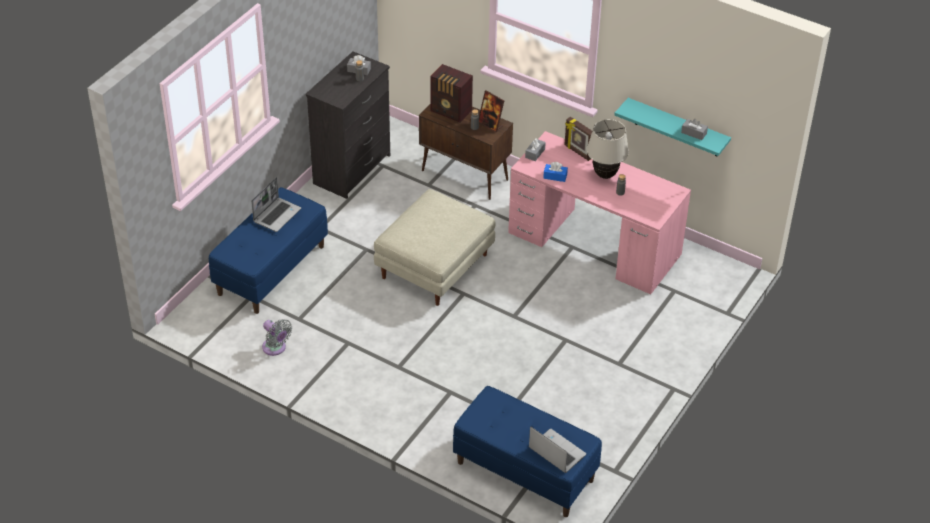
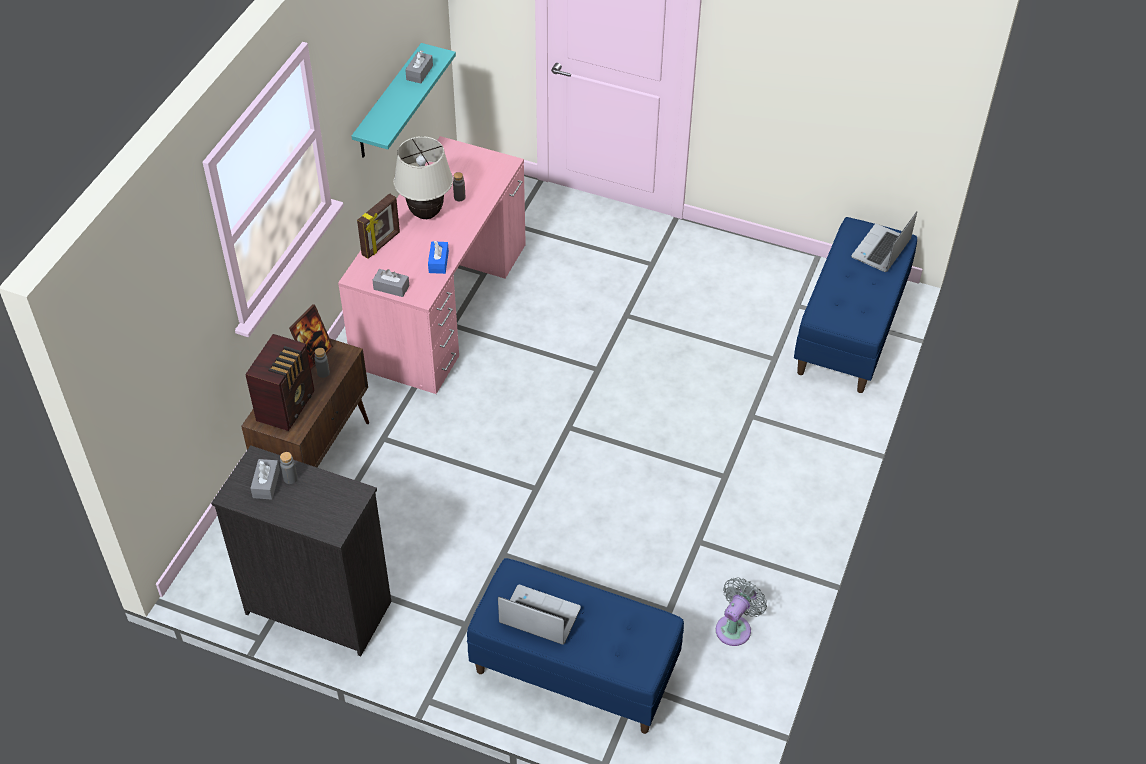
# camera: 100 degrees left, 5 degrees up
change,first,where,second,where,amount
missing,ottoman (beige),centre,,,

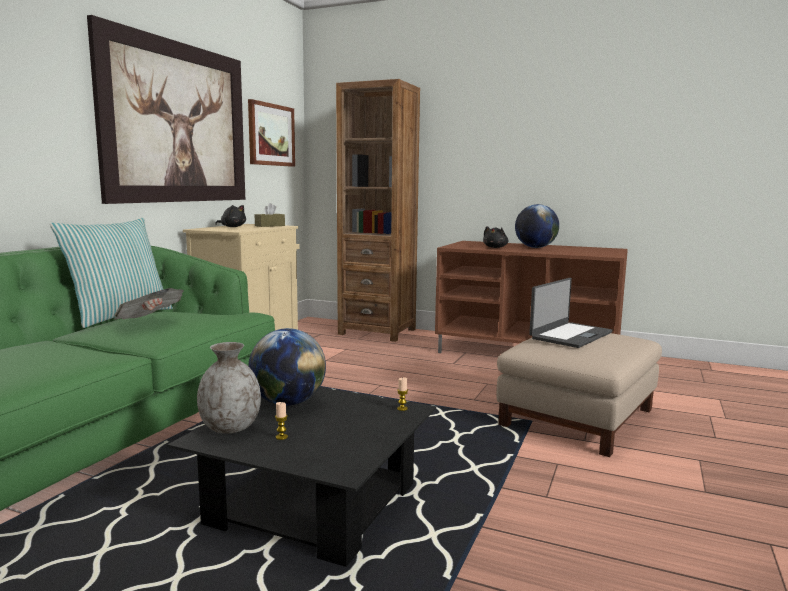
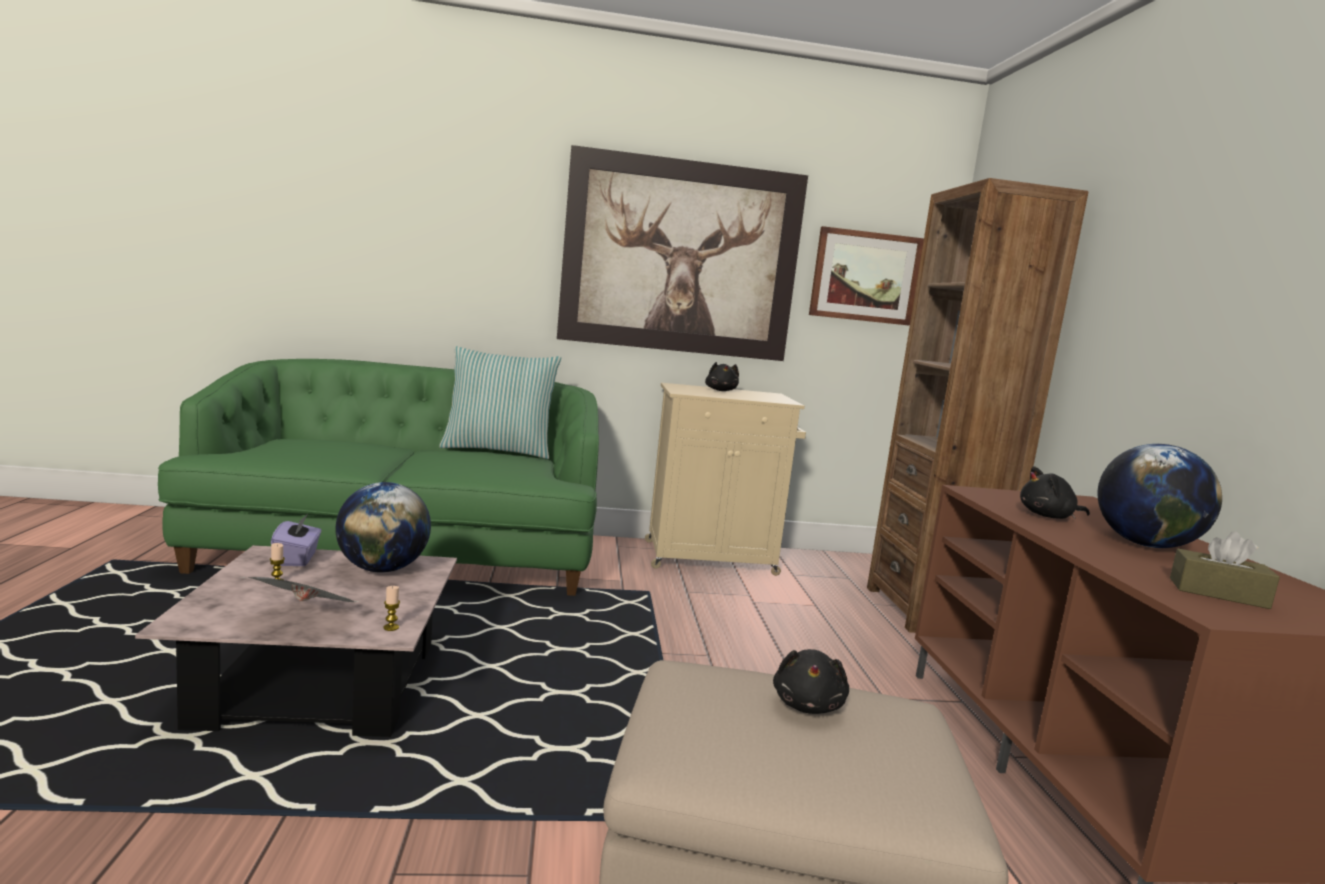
# camera: 60 degrees right, 0 degrees up
change,first,where,second,where,amount
colour,coffee table (black),bottom centre,coffee table (pink),bottom left,
relocated,newspaper,middle left,,bottom left,
exchanged,vase (grey),middle left,tissue box (purple),middle left,
exchanged,laptop,middle right,plush toy (black) (no. 2 from left),bottom centre,
relocated,tissue box (brown),centre,,middle right,

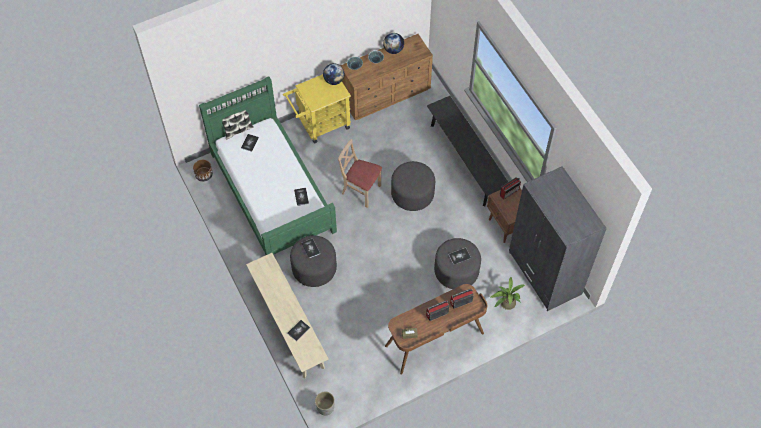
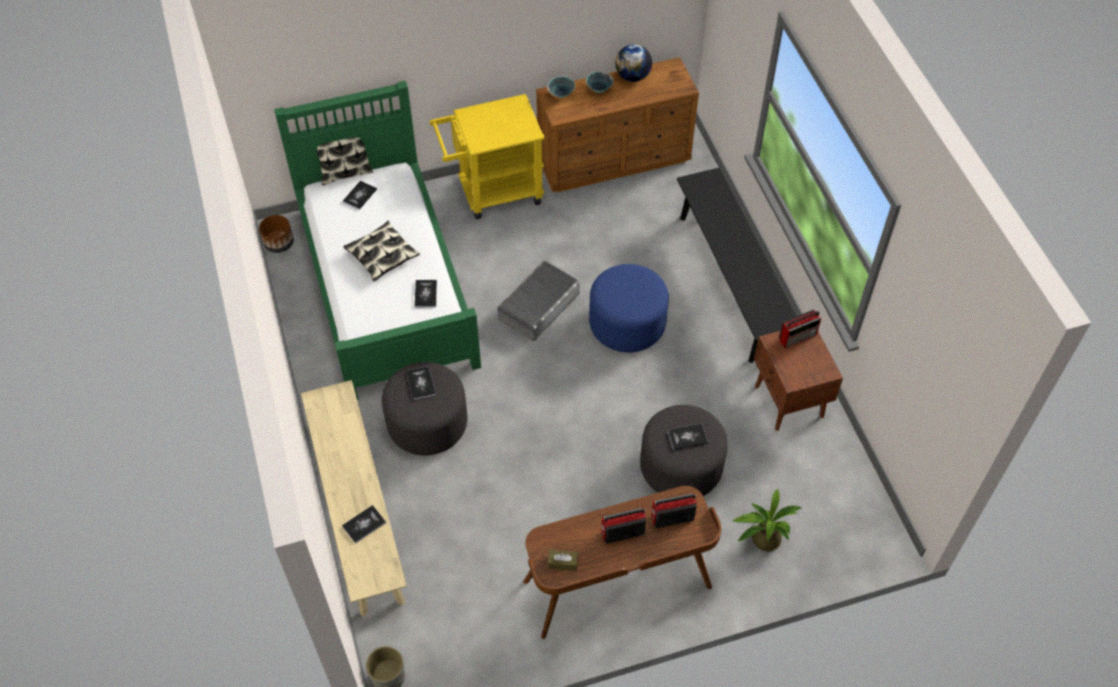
# camera: 10 degrees right, 5 degrees down
change,first,where,second,where,amount
appeared,,,pillow (no. 2 from left),centre,
exchanged,chair (beige),centre,storage box (grey),centre,
colour,ottoman (grey) (no. 2 from left),centre,ottoman (blue),centre,
missing,globe (no. 1 from left),top centre,,,
missing,wardrobe (grey),middle right,,,

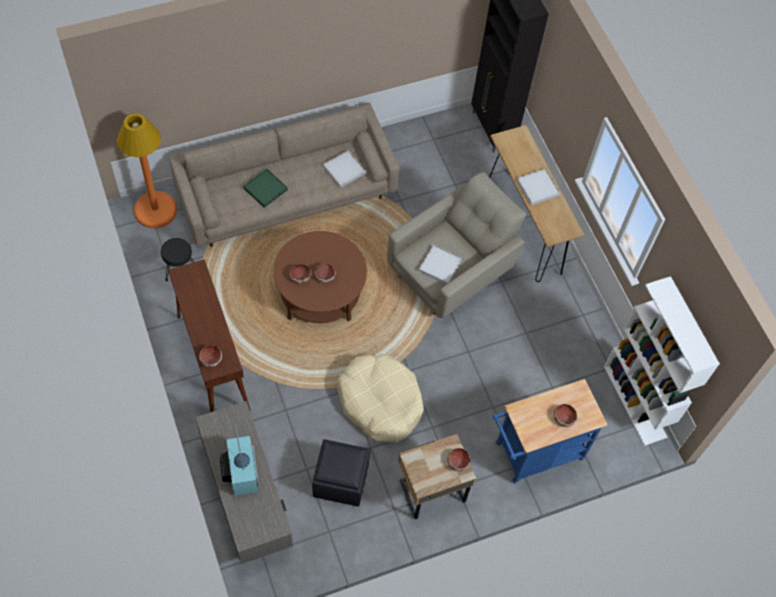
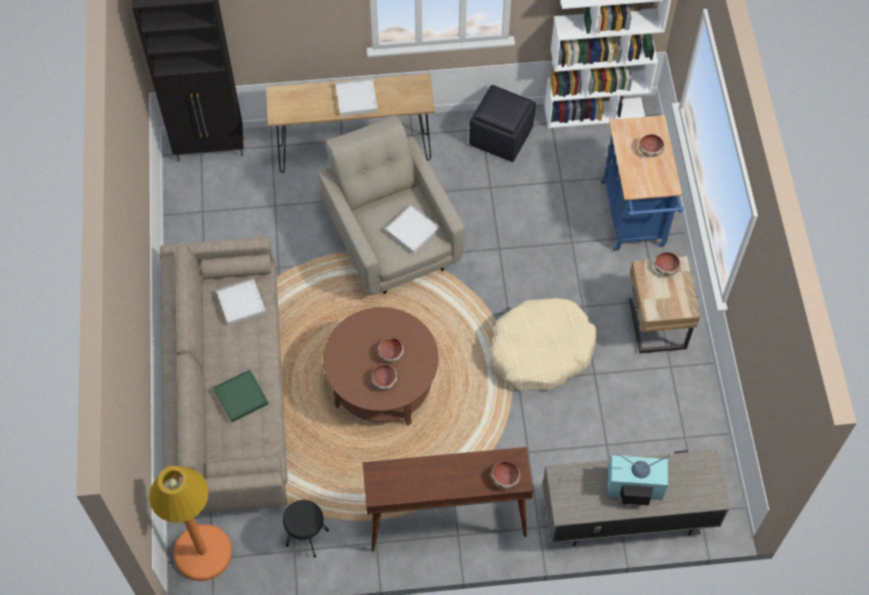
# camera: 70 degrees left, 0 degrees up
change,first,where,second,where,amount
relocated,ottoman (black),bottom centre,,top centre,

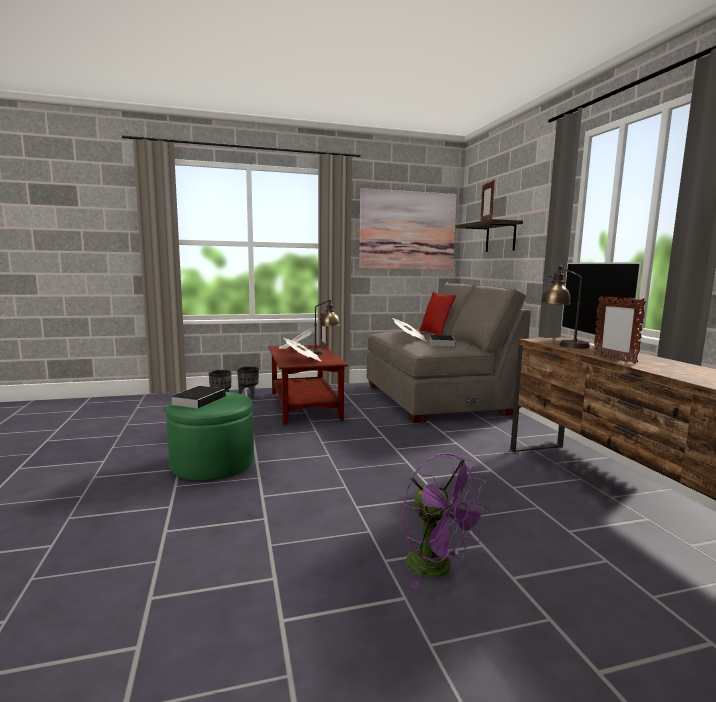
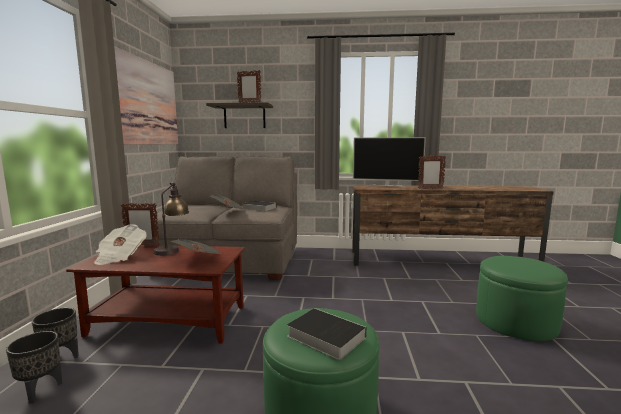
# camera: 70 degrees left, 0 degrees up
change,first,where,second,where,amount
exchanged,fan (purple),bottom centre,ottoman (green) (no. 2 from left),bottom right,
missing,pillow (red),centre,,,
missing,table lamp (no. 2 from left),middle right,,,

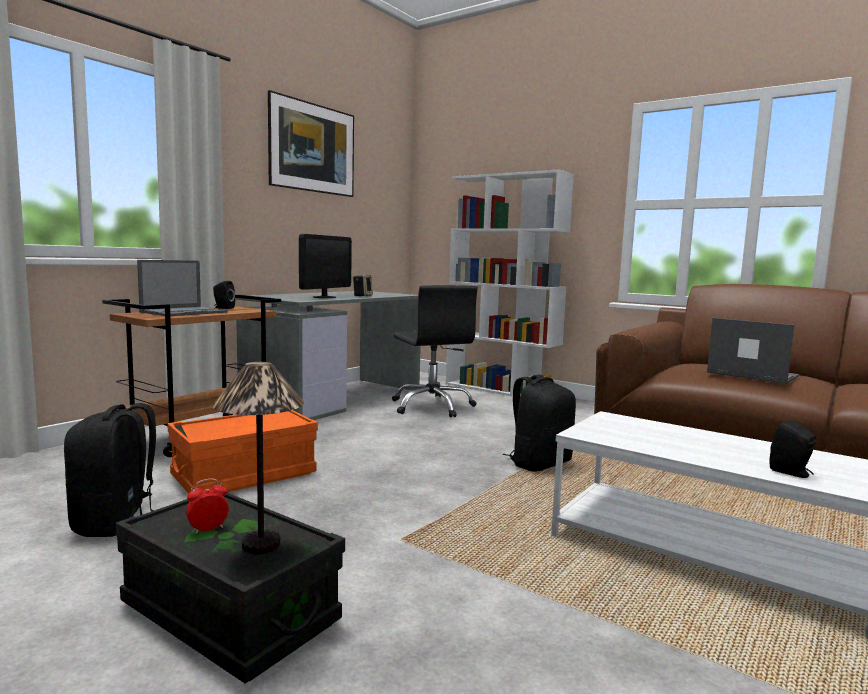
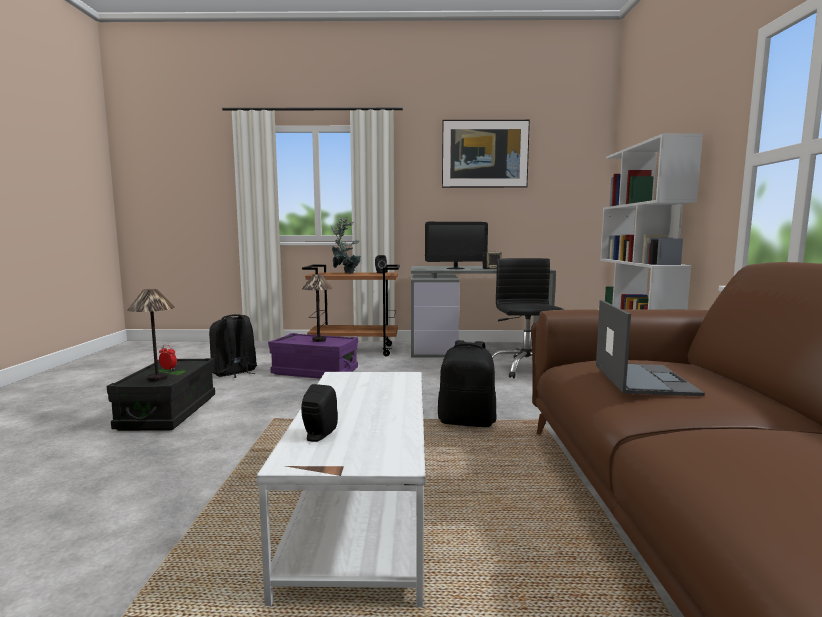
# camera: 55 degrees right, 0 degrees up
change,first,where,second,where,amount
colour,storage box (orange),middle left,storage box (purple),centre,
appeared,,,table lamp (no. 2 from left),centre,
exchanged,laptop (no. 1 from left),middle left,potted plant,centre,
spun,office chair (black),centre,,centre,150 degrees clockwise

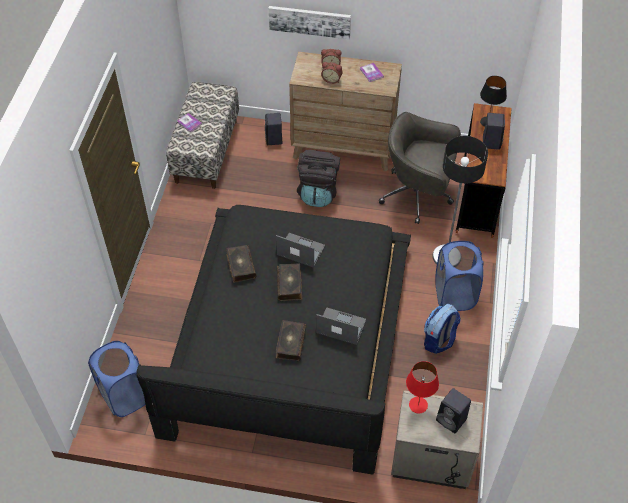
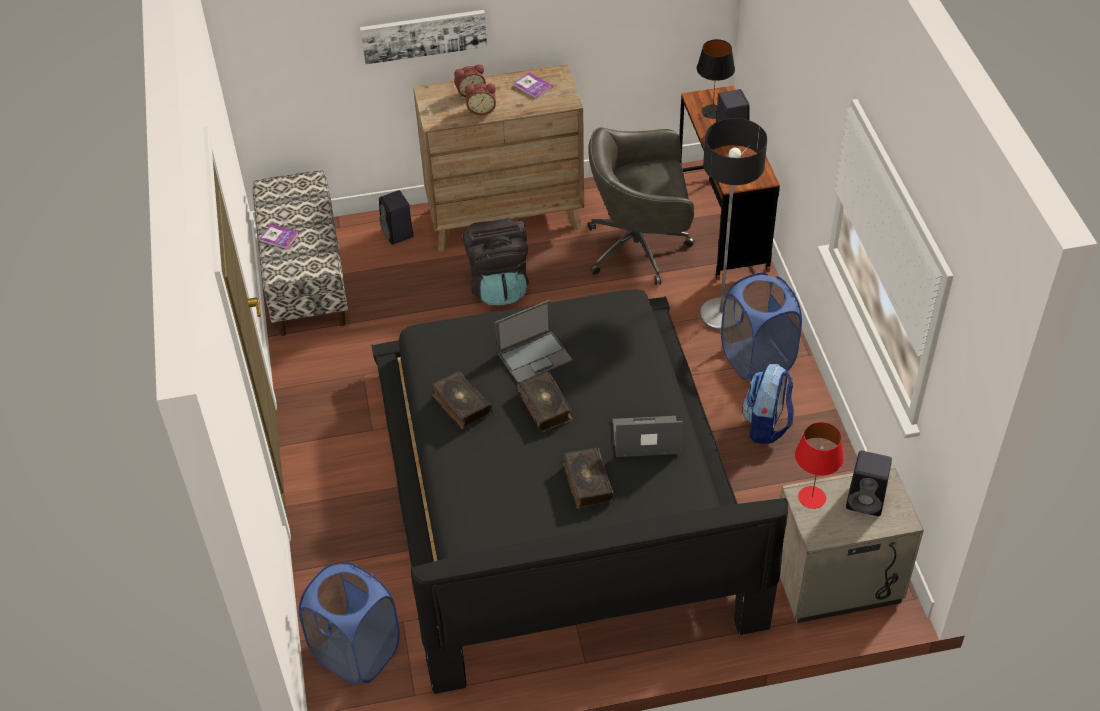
# camera: 20 degrees left, 5 degrees down
change,first,where,second,where,amount
spun,laptop (no. 1 from left),centre,,centre,150 degrees clockwise

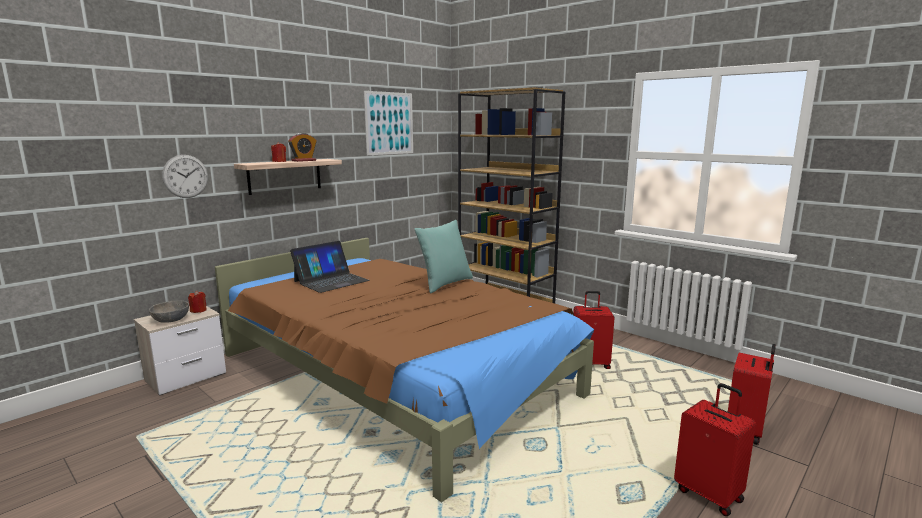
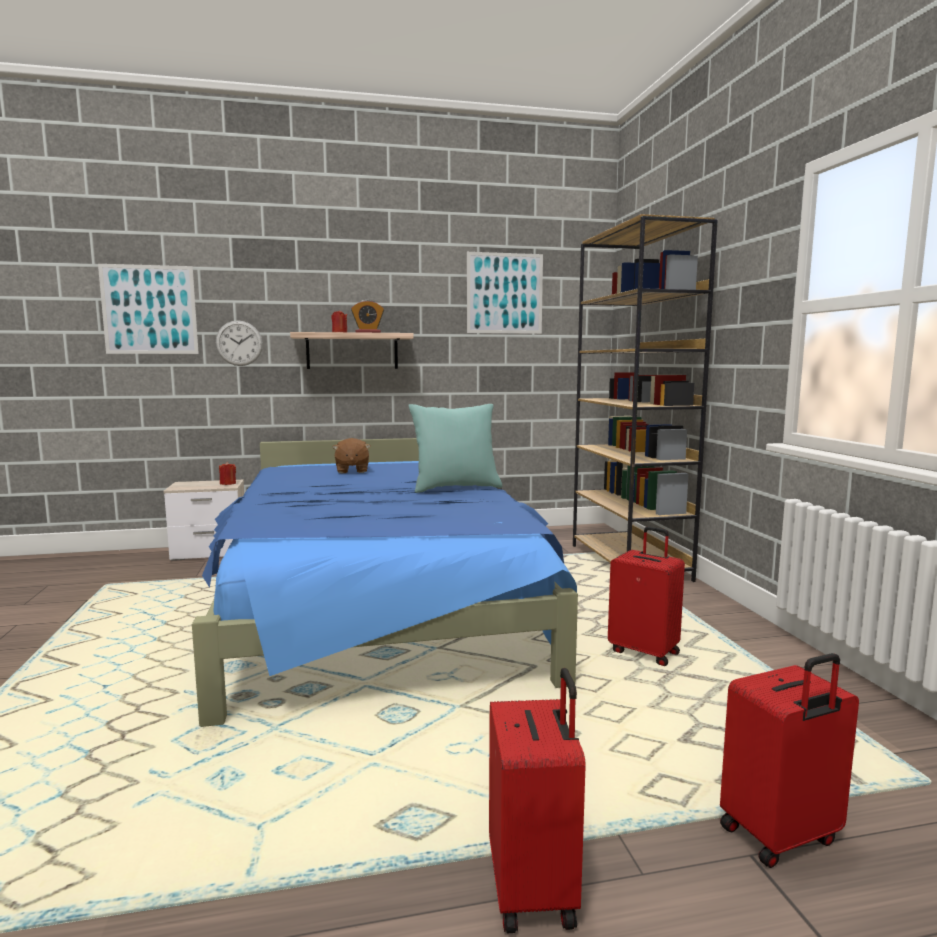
# camera: 35 degrees right, 5 degrees down
change,first,where,second,where,amount
appeared,,,picture (no. 1 from left),top left,
colour,bed (brown),bottom centre,bed (blue),centre,
exchanged,laptop,centre,plush toy (brown),centre,
missing,bowl (grey),middle left,,,

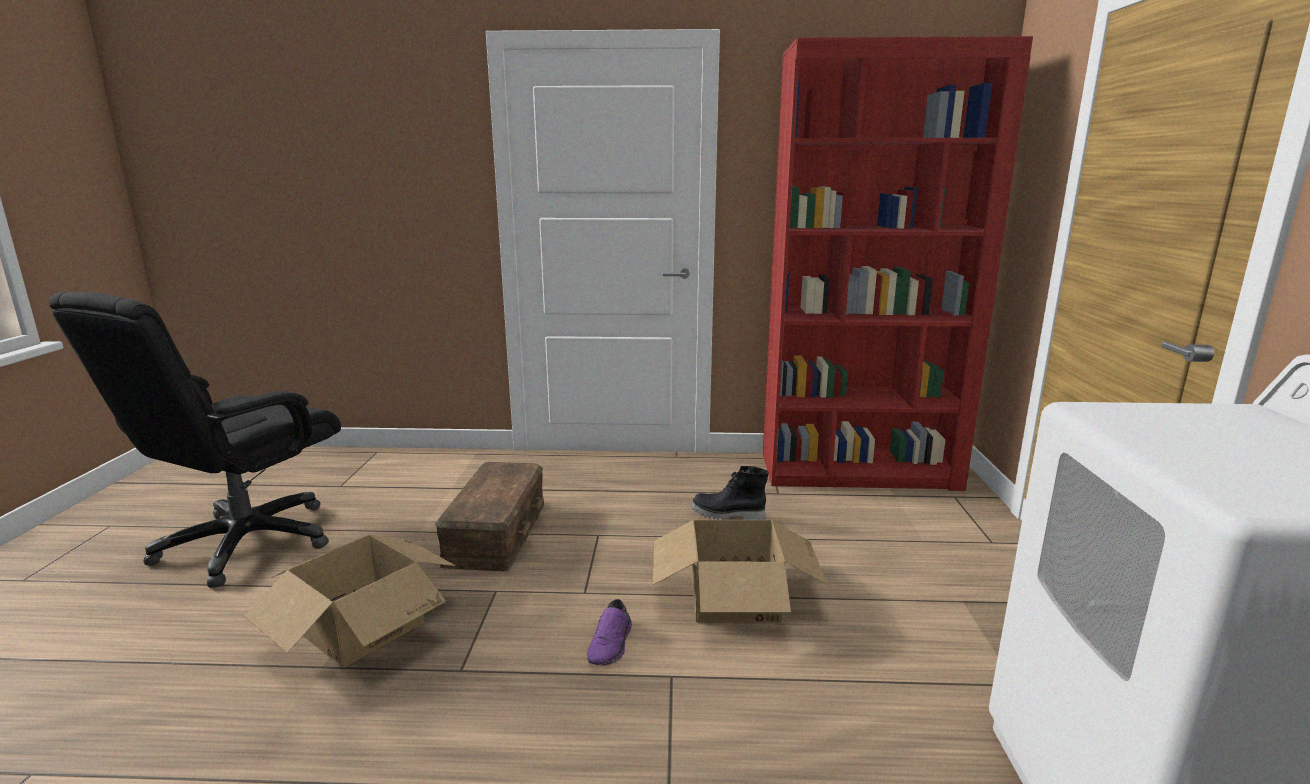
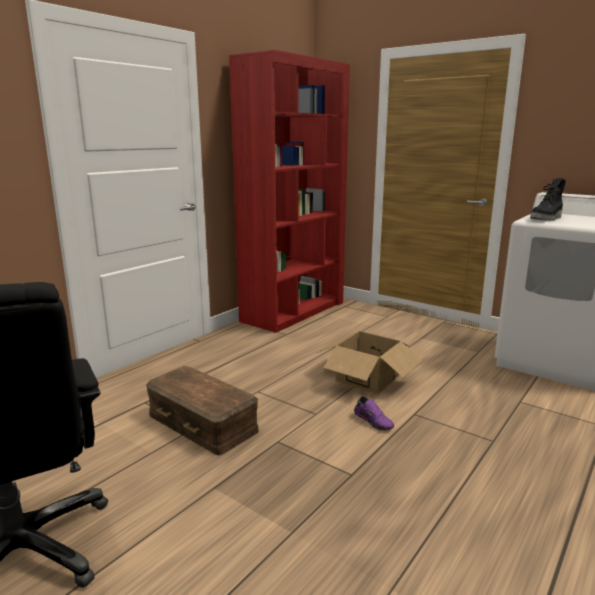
# camera: 55 degrees left, 0 degrees up
change,first,where,second,where,amount
relocated,boot (black),centre,,middle right,
missing,cardboard box (no. 1 from left),bottom left,,,

